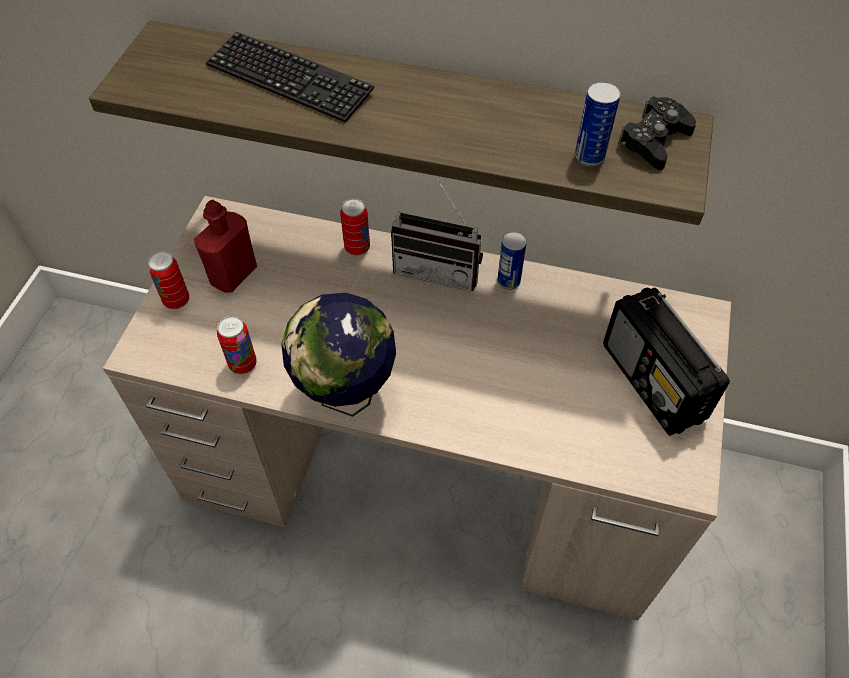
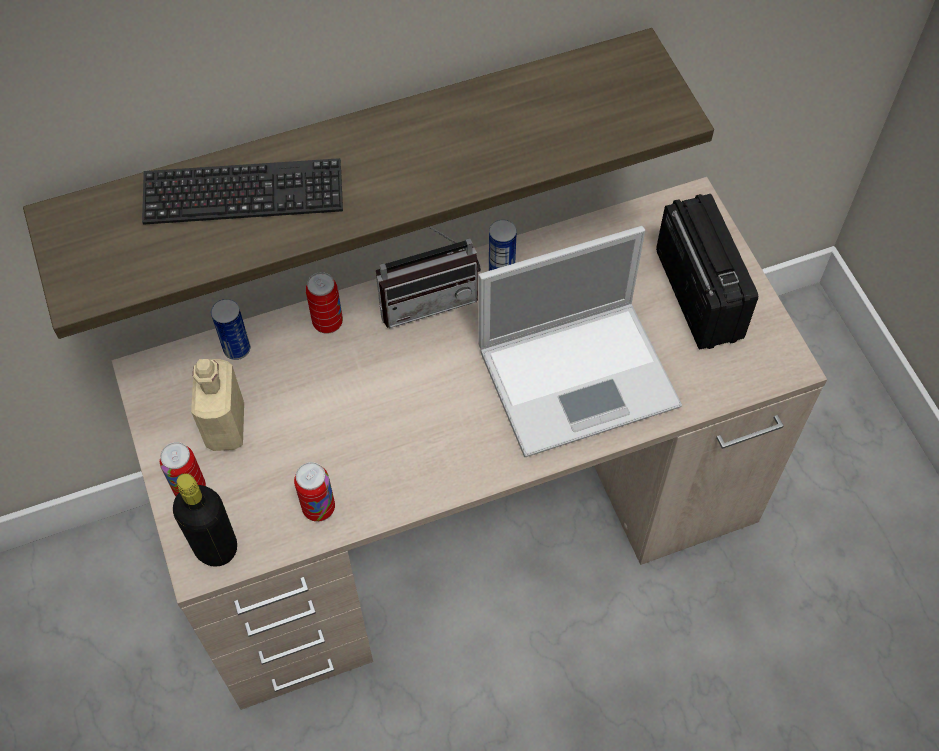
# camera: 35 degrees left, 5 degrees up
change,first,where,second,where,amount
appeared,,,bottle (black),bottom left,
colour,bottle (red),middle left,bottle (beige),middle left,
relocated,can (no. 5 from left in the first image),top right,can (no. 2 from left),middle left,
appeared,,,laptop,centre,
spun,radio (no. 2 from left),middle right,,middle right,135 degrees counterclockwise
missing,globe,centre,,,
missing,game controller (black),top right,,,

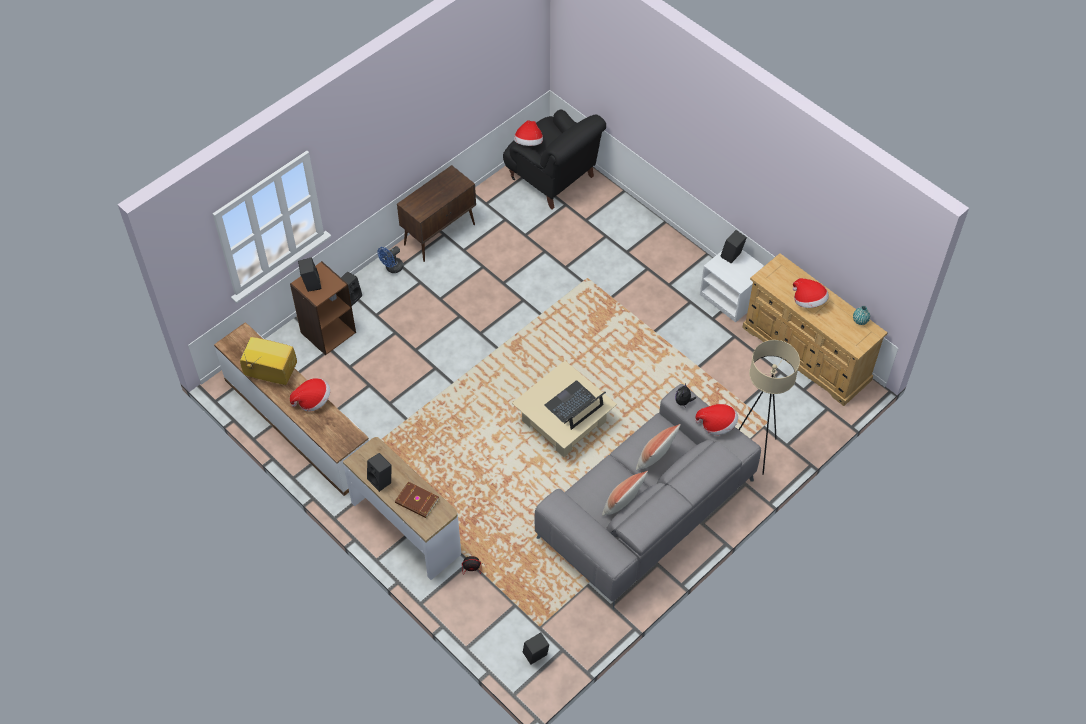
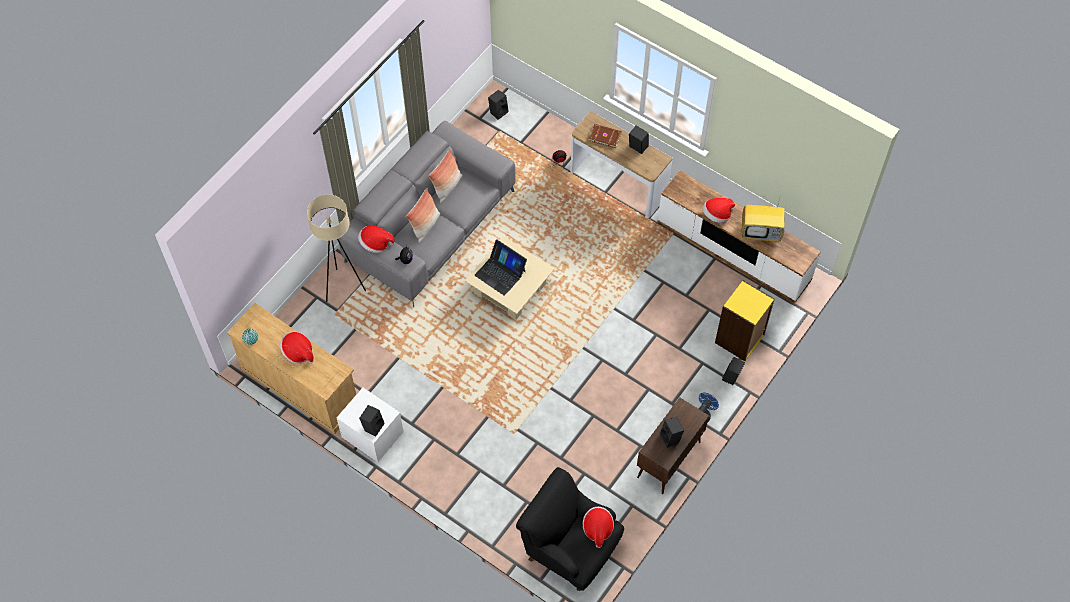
# camera: 170 degrees right, 5 degrees up
change,first,where,second,where,amount
spun,laptop,centre,,centre,90 degrees clockwise
relocated,speaker (black) (no. 1 from left in the first image),middle left,speaker (black) (no. 4 from left),bottom centre,
colour,bookcase (brown),middle left,bookcase (yellow),middle right,

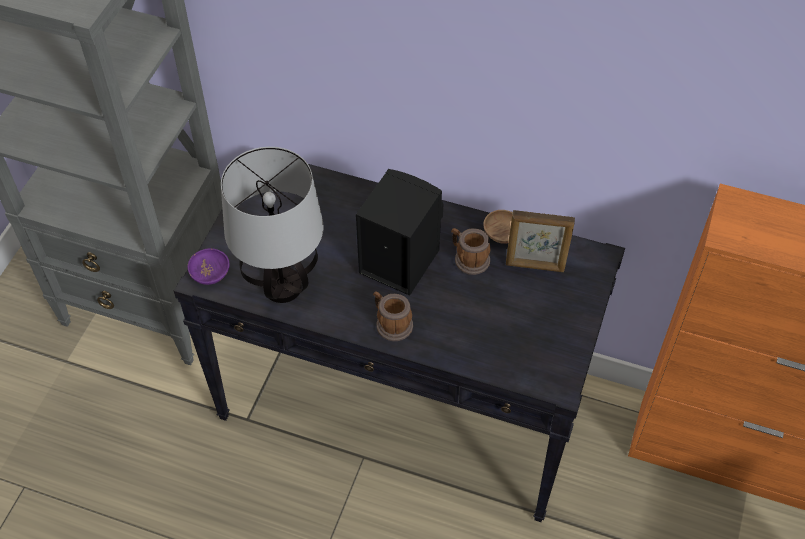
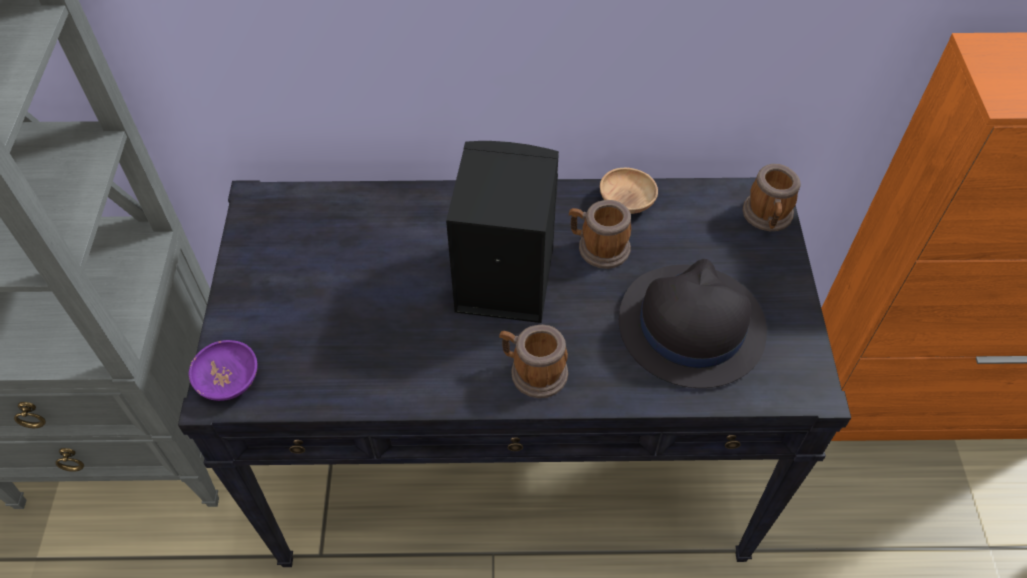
# camera: 20 degrees left, 0 degrees up
change,first,where,second,where,amount
appeared,,,hat (black),middle right,
appeared,,,mug (no. 3 from left),middle right,
missing,table lamp,centre,,,
missing,picture frame,middle right,,,

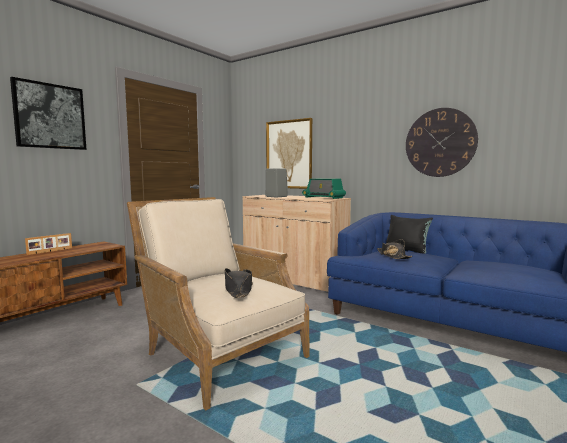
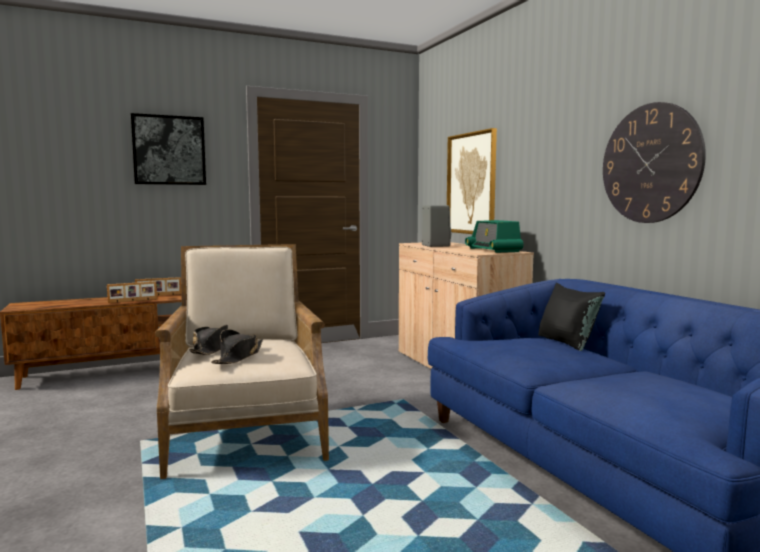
# camera: 30 degrees right, 0 degrees up
change,first,where,second,where,amount
appeared,,,picture frame (no. 1 from left),middle left,
relocated,hat (black) (no. 2 from left in the first image),middle right,hat (black) (no. 1 from left),middle left,

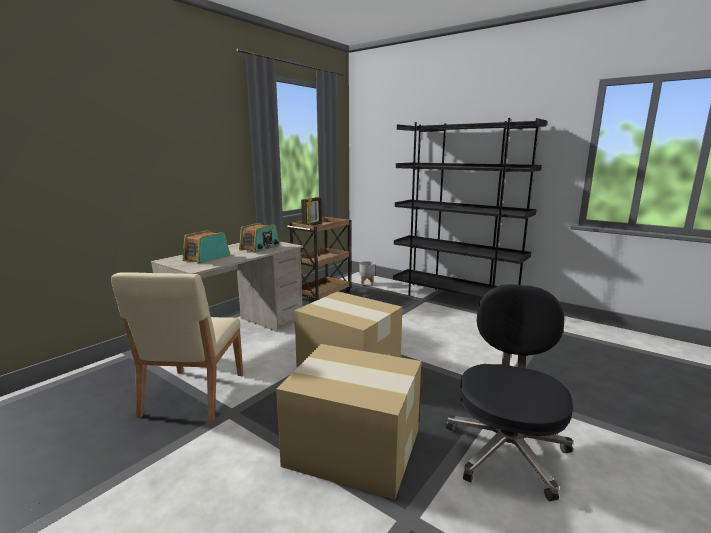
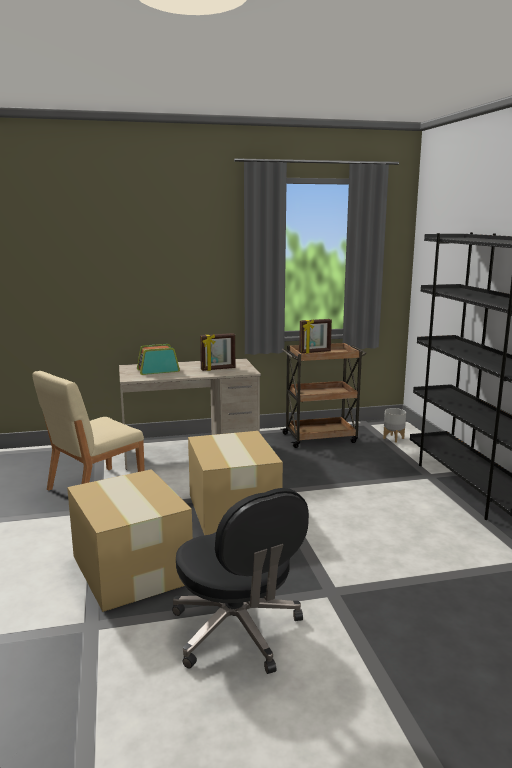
# camera: 40 degrees right, 0 degrees up
change,first,where,second,where,amount
spun,office chair (black),bottom right,,bottom centre,90 degrees clockwise
exchanged,radio (no. 2 from left),centre,picture frame (no. 1 from left),centre,

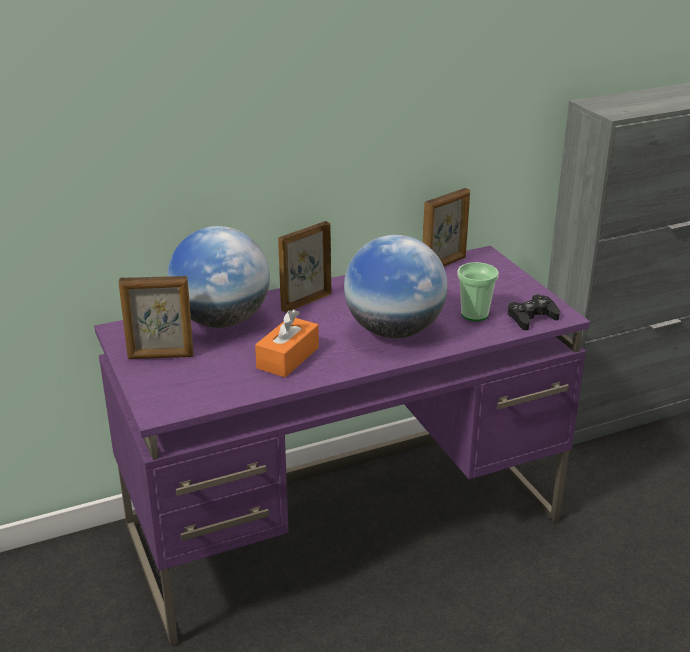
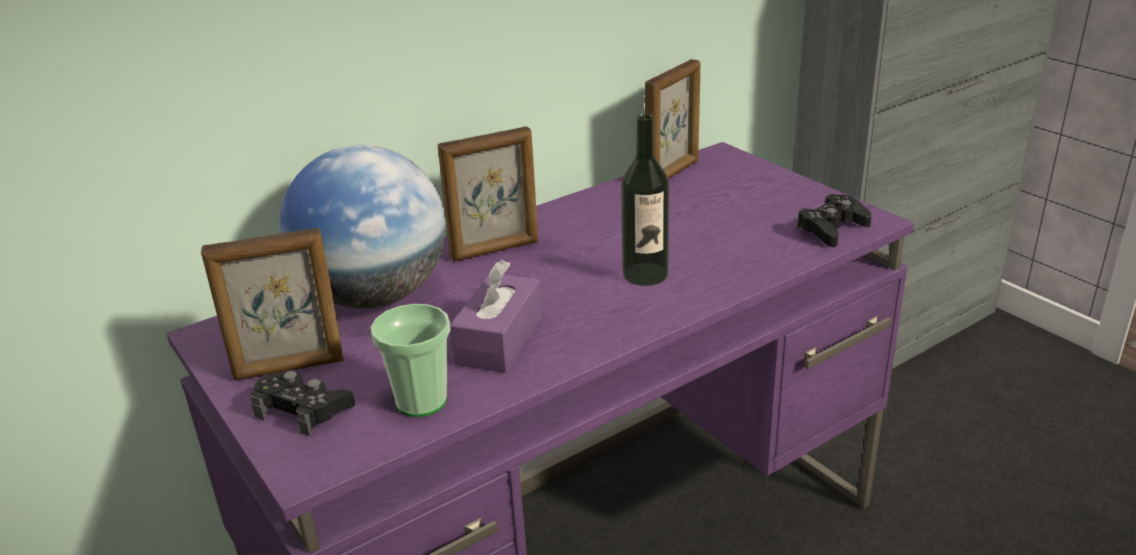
# camera: 10 degrees left, 0 degrees up
change,first,where,second,where,amount
appeared,,,game controller (black) (no. 1 from left),bottom left,
relocated,cup,middle right,,centre,
spun,picture frame (no. 2 from left),centre,,centre,150 degrees counterclockwise
colour,tissue box (orange),centre,tissue box (purple),centre,
exchanged,globe (no. 2 from left),centre,bottle,centre,

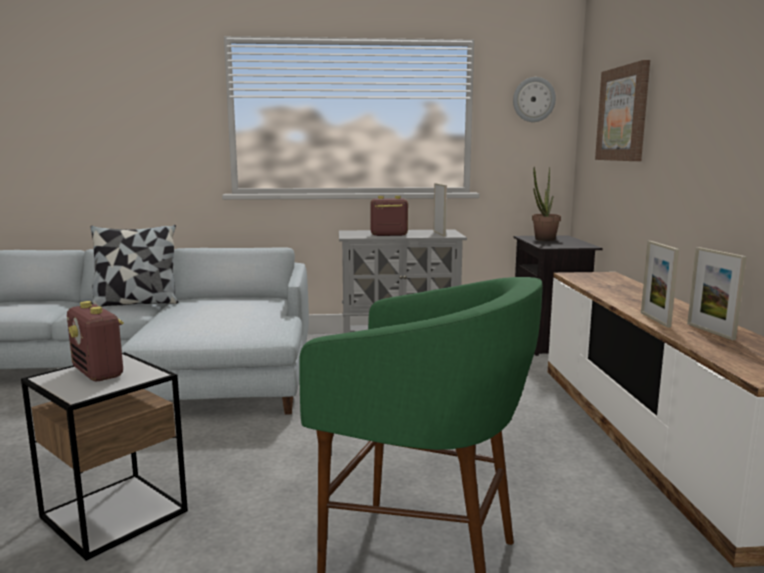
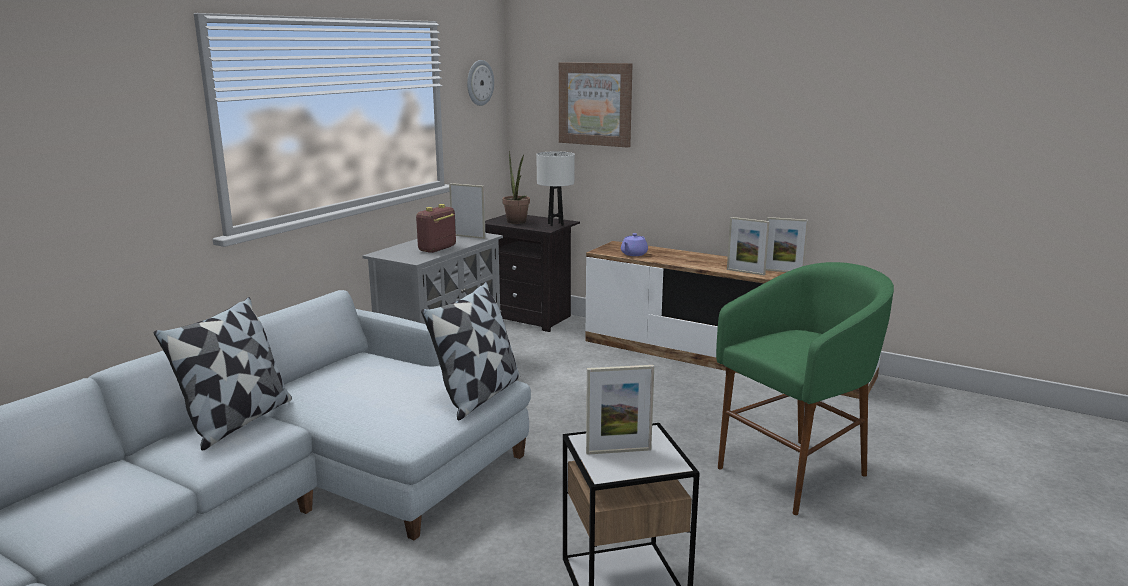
# camera: 55 degrees left, 5 degrees up
change,first,where,second,where,amount
appeared,,,pillow (no. 2 from left),centre,
appeared,,,table lamp (white),top centre,
exchanged,radio (no. 1 from left),middle left,picture frame (no. 2 from left),bottom centre,
appeared,,,teapot (purple),centre,

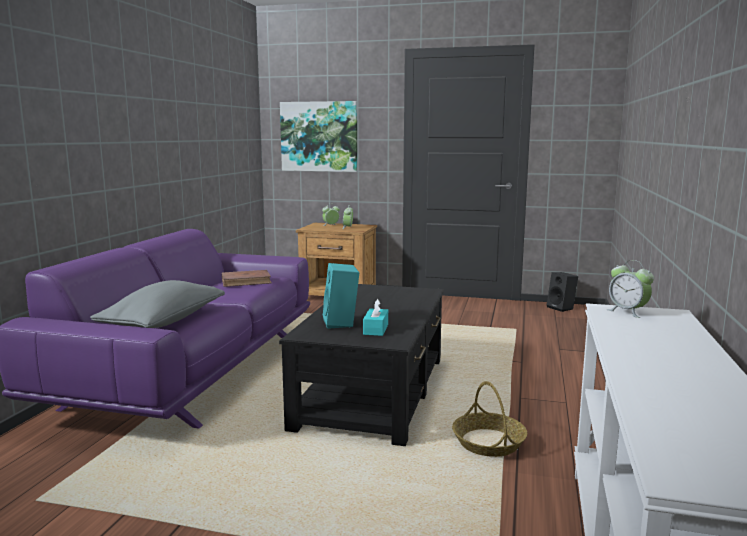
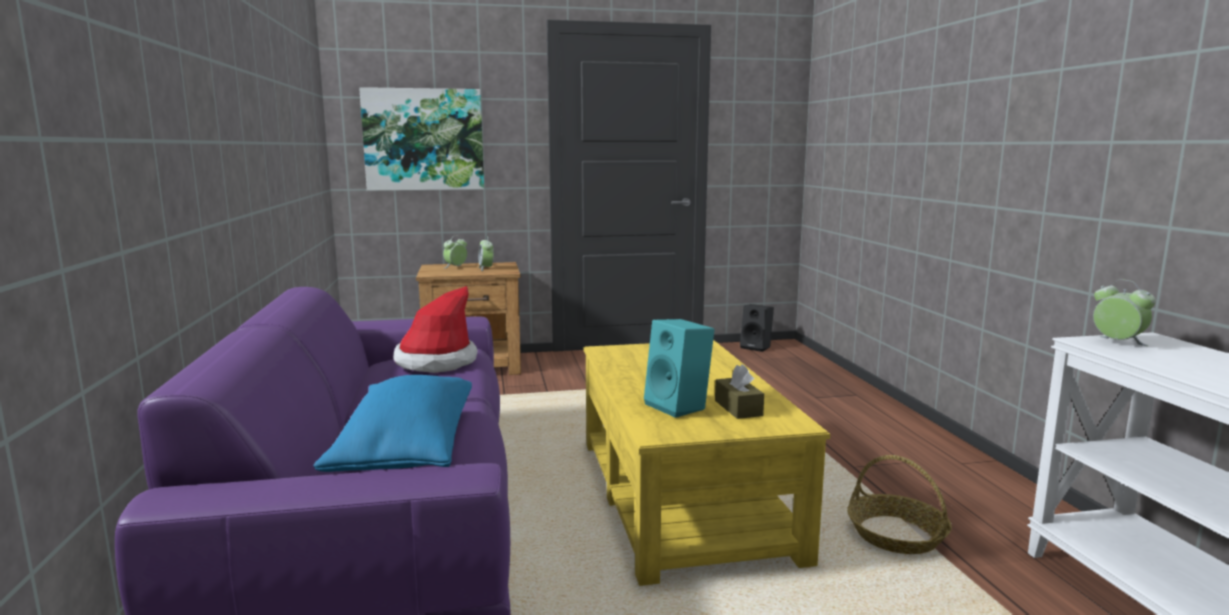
# camera: 25 degrees left, 0 degrees up
change,first,where,second,where,amount
colour,pillow (grey),middle left,pillow (blue),bottom left,
exchanged,book (brown),middle left,hat,centre,
colour,coffee table (black),bottom centre,coffee table (yellow),bottom centre,
colour,tissue box (turquoise),centre,tissue box (brown),centre,
spun,alarm clock (no. 3 from left),middle right,,middle right,150 degrees counterclockwise

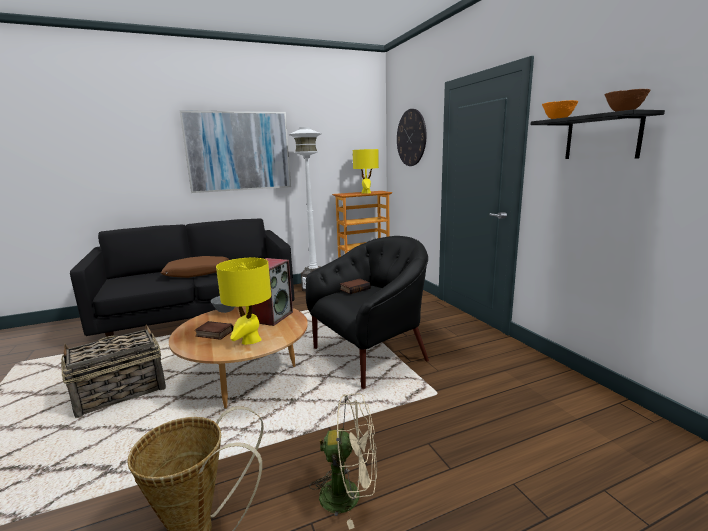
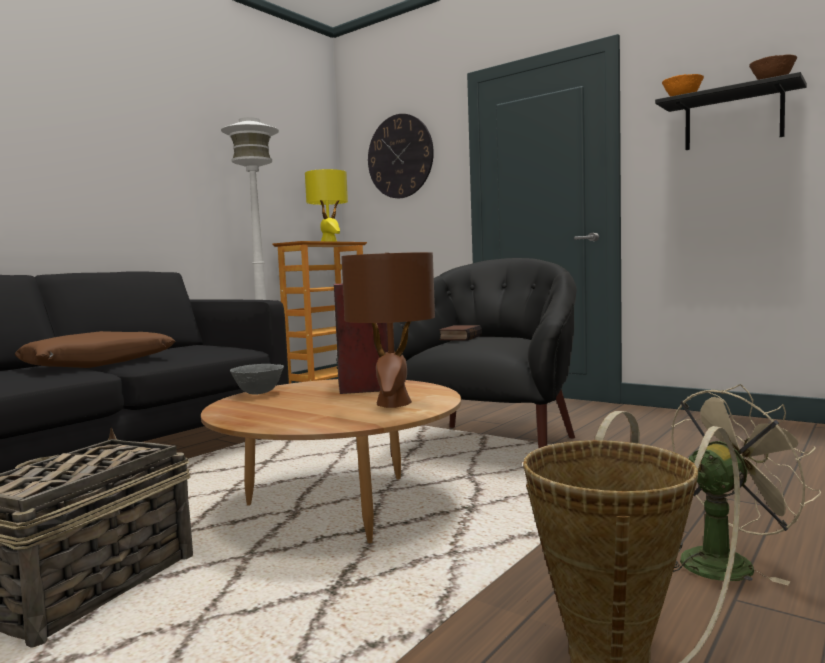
# camera: 30 degrees left, 10 degrees down
change,first,where,second,where,amount
colour,table lamp (yellow) (no. 1 from left),centre,table lamp (brown),centre,
missing,picture,top left,,,
missing,book (no. 1 from left),middle left,,,

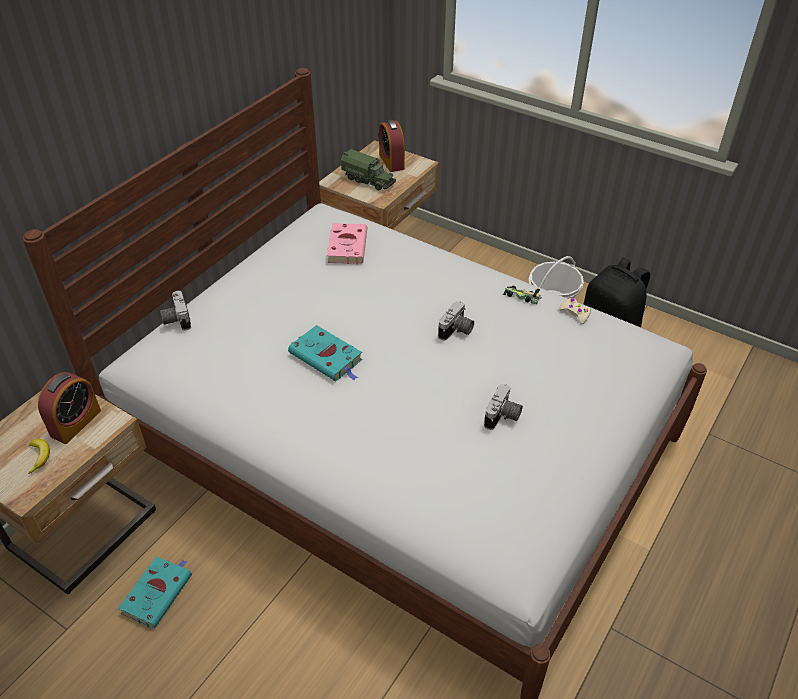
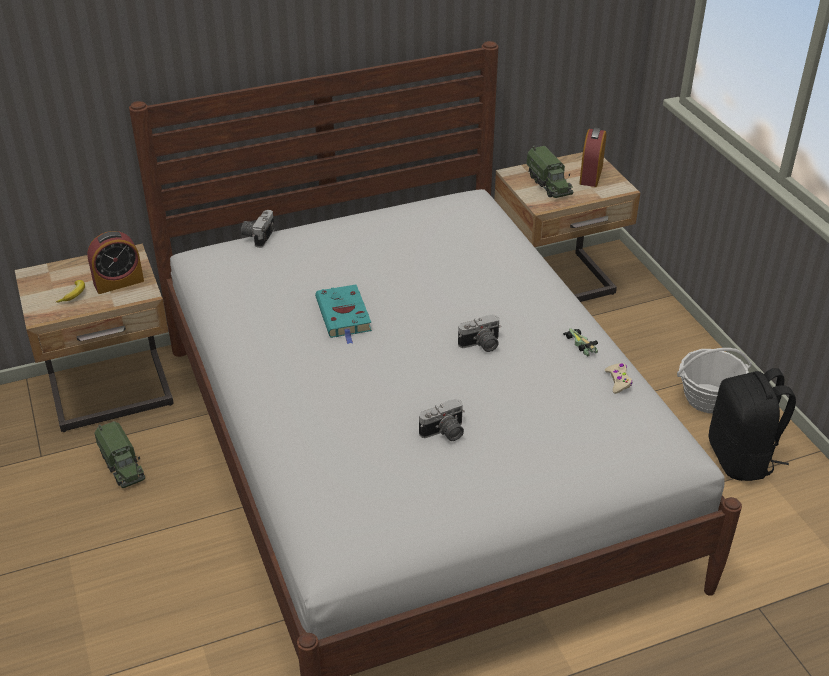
# camera: 35 degrees right, 5 degrees down
change,first,where,second,where,amount
exchanged,book (turquoise) (no. 1 from left),bottom left,toy truck (no. 1 from left),bottom left,
missing,book (pink),centre,,,

